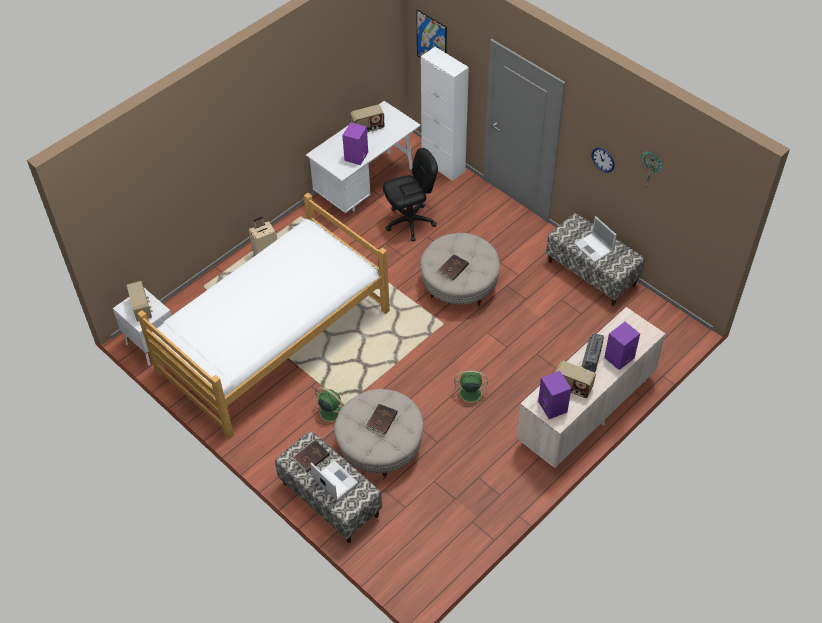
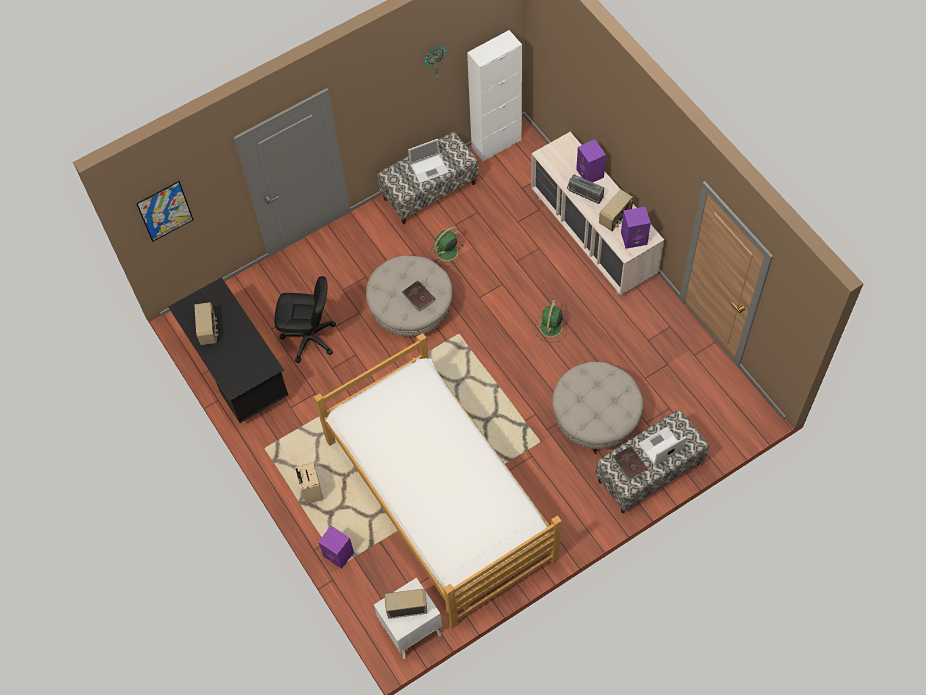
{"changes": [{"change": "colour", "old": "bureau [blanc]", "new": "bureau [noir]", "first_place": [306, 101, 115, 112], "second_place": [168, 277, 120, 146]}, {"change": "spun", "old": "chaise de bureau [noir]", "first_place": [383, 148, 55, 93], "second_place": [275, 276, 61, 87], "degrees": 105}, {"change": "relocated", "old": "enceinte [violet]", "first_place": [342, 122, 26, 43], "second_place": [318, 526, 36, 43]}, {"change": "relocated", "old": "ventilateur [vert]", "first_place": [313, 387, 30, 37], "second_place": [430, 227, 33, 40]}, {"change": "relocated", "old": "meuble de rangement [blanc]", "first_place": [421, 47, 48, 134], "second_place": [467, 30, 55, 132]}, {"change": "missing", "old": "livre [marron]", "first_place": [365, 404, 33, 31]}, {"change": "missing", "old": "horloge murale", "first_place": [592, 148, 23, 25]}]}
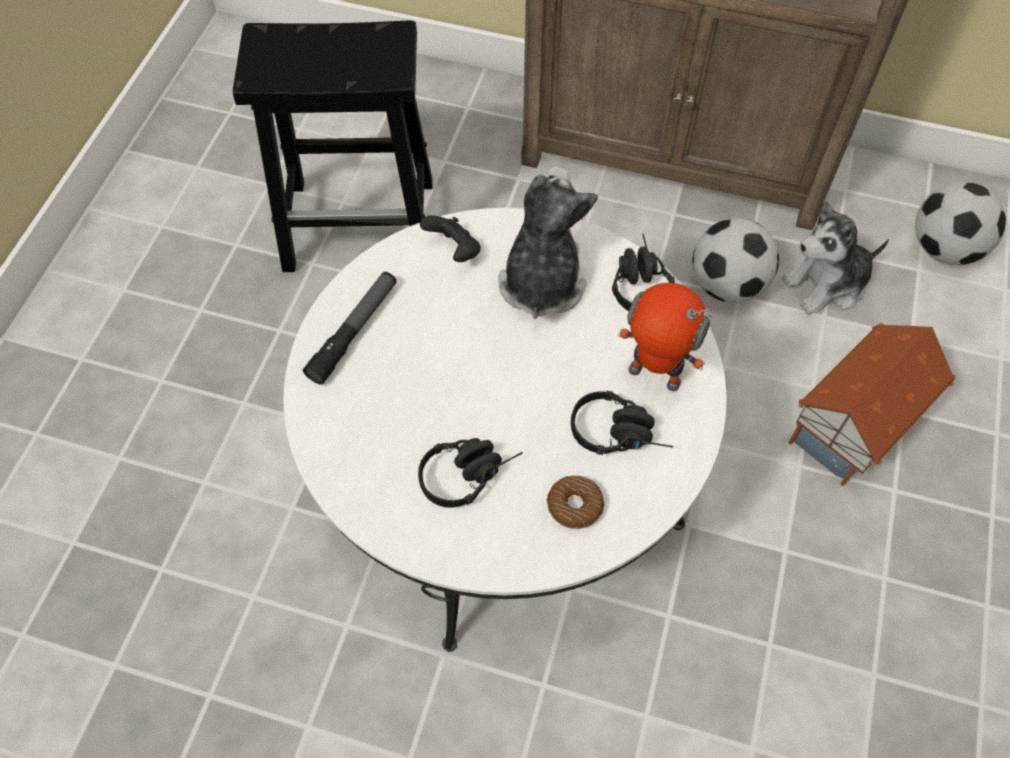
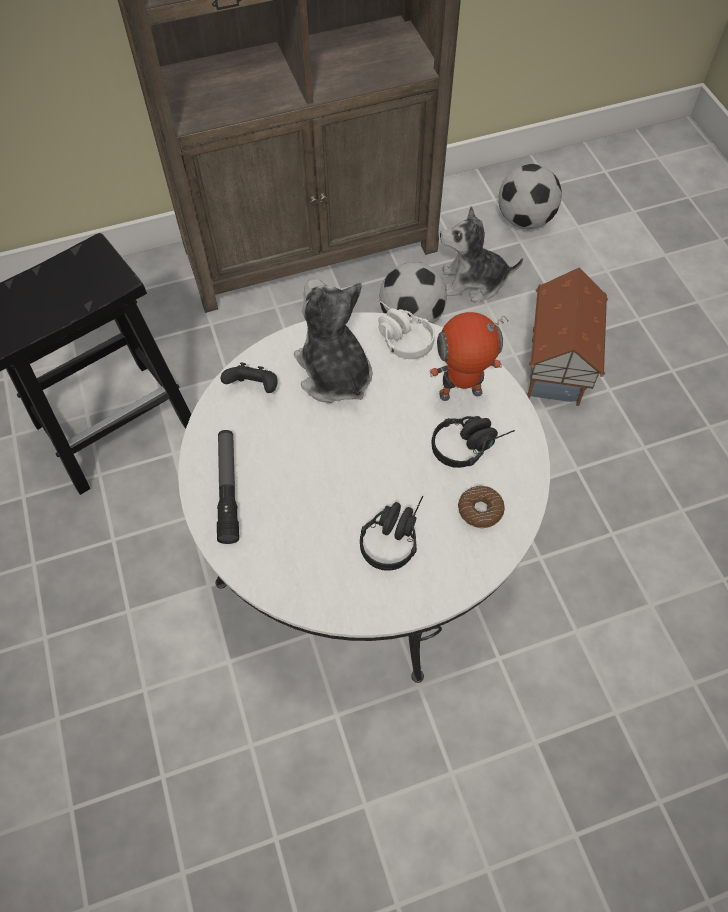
{"changes": [{"change": "colour", "old": "casque audio [noir]", "new": "casque audio [blanc]", "first_place": [612, 234, 63, 77], "second_place": [378, 301, 57, 58]}, {"change": "spun", "old": "peluche", "first_place": [782, 200, 107, 115], "second_place": [440, 206, 83, 96], "degrees": 60}]}
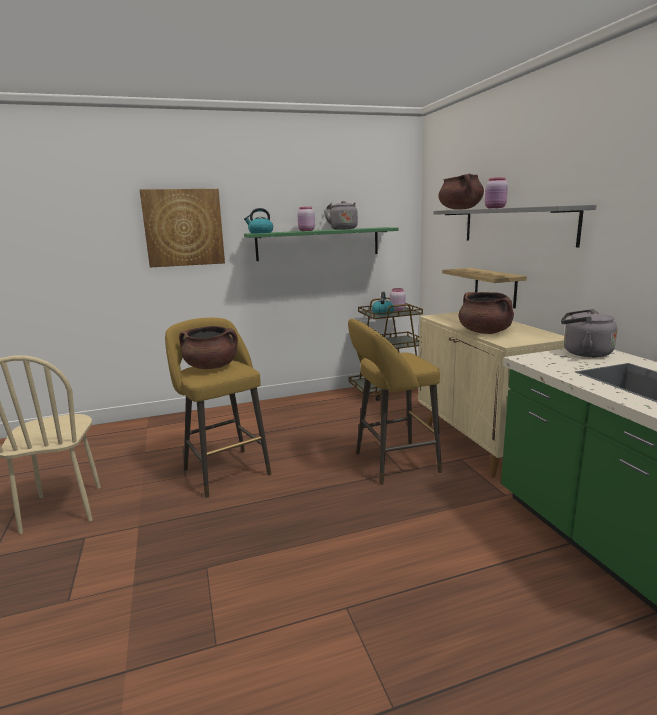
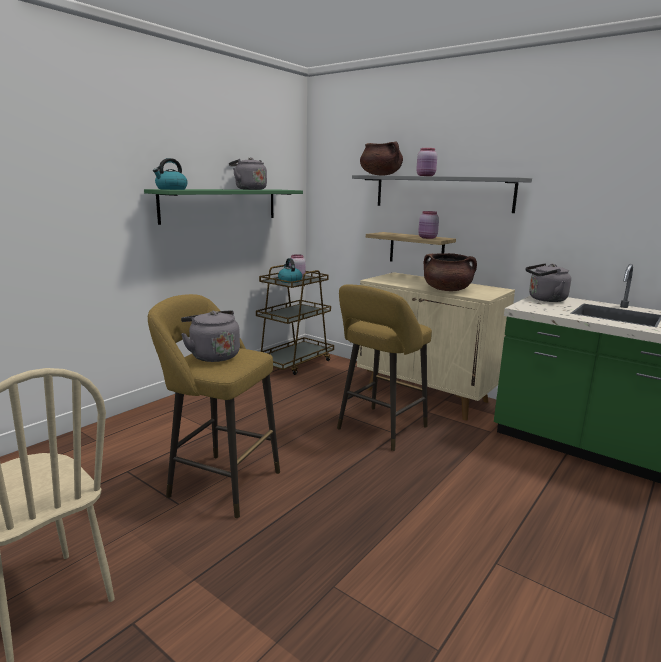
{"changes": [{"change": "exchanged", "old": "marmite [marron]", "new": "bouilloire [gris]", "first_place": [179, 326, 59, 43], "second_place": [181, 310, 59, 52]}, {"change": "relocated", "old": "bocal [rose]", "first_place": [298, 207, 17, 24], "second_place": [418, 211, 21, 28]}, {"change": "missing", "old": "tableau", "first_place": [140, 189, 85, 78]}]}
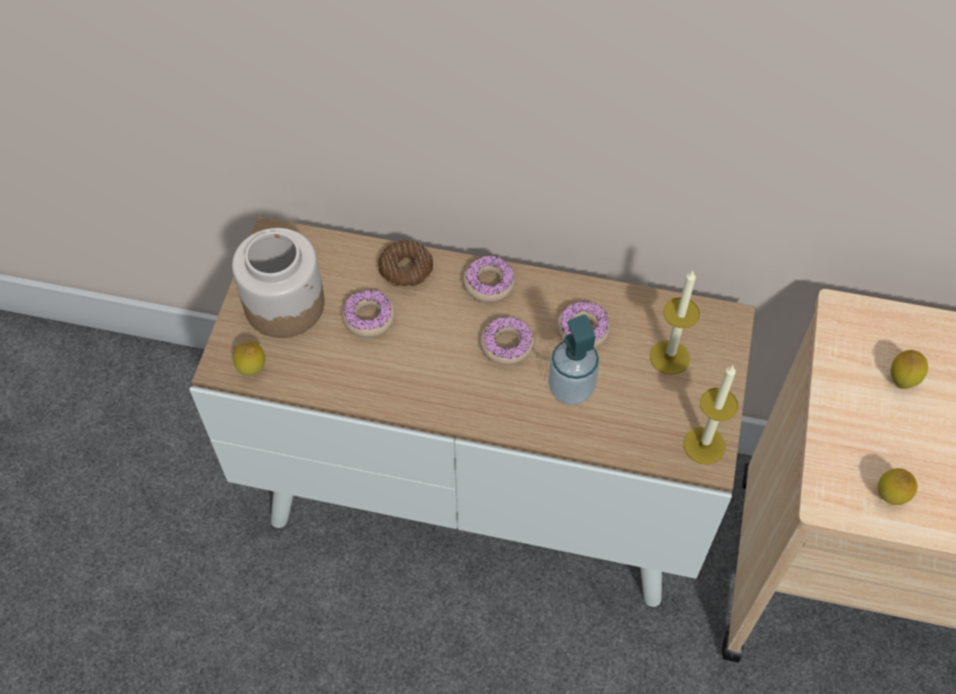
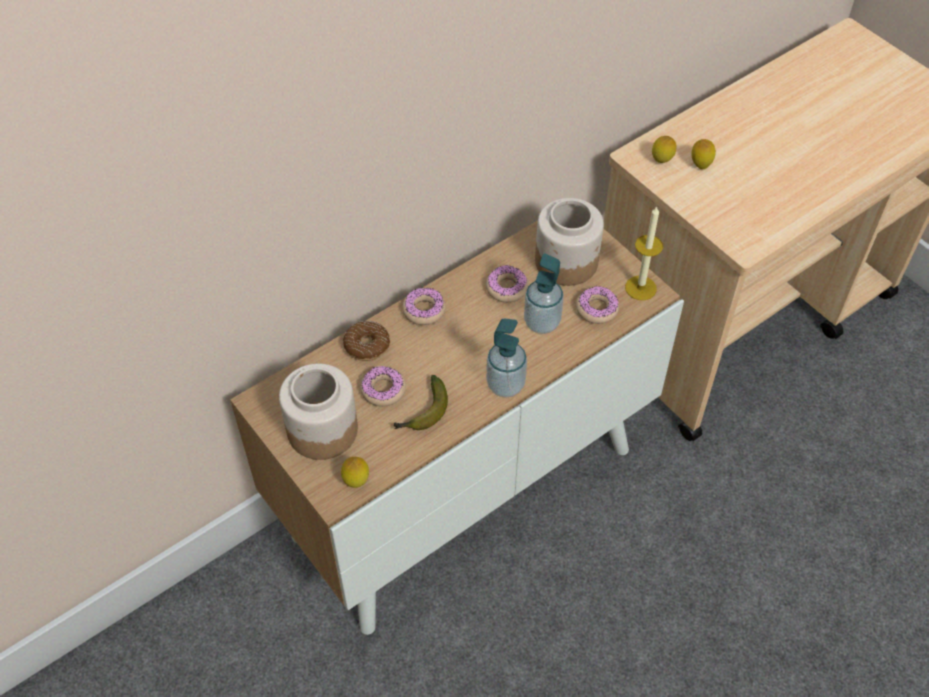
{"changes": [{"change": "appeared", "new": "banane", "second_place": [394, 375, 54, 55]}, {"change": "appeared", "new": "distributeur de savon", "second_place": [486, 319, 41, 79]}, {"change": "exchanged", "old": "bougie", "new": "bocal", "first_place": [650, 271, 50, 104], "second_place": [535, 198, 69, 88]}, {"change": "relocated", "old": "beignet", "first_place": [480, 317, 54, 48], "second_place": [576, 286, 43, 38]}, {"change": "relocated", "old": "citron", "first_place": [878, 468, 40, 37], "second_place": [652, 136, 24, 27]}]}
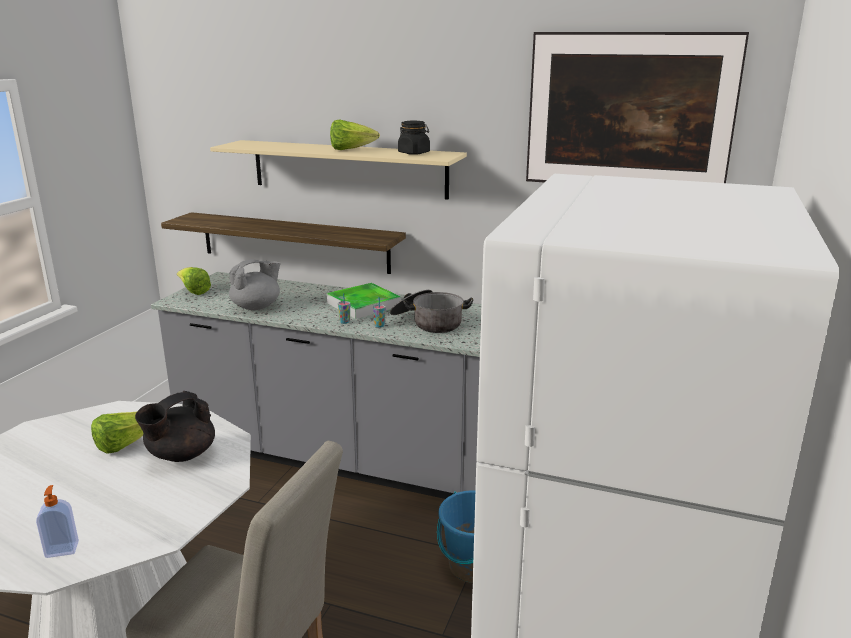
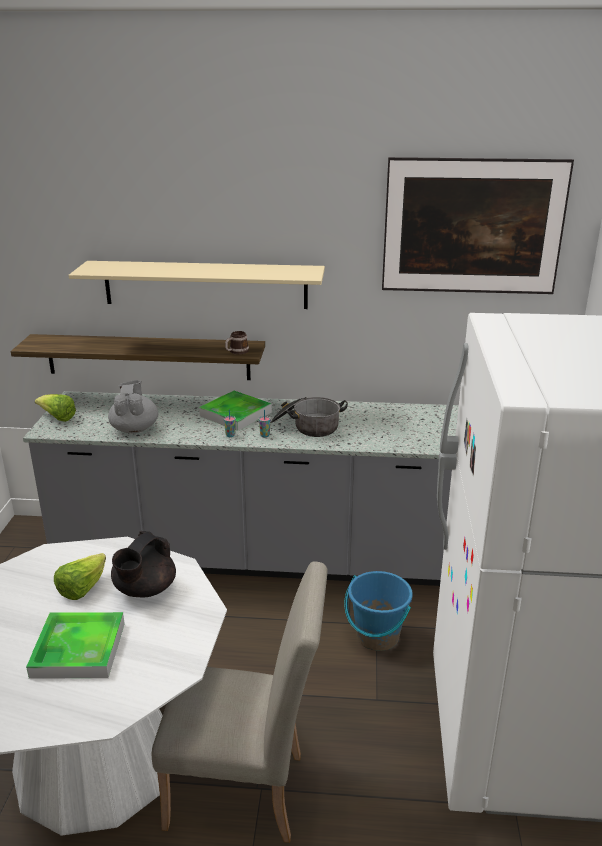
{"changes": [{"change": "appeared", "new": "plateau", "second_place": [26, 612, 99, 66]}, {"change": "spun", "old": "théière [gris]", "first_place": [229, 260, 52, 50], "second_place": [108, 380, 50, 53], "degrees": -45}, {"change": "appeared", "new": "mug", "second_place": [225, 331, 24, 24]}, {"change": "missing", "old": "distributeur de savon", "first_place": [36, 485, 43, 73]}, {"change": "missing", "old": "laitue", "first_place": [330, 119, 50, 31]}, {"change": "missing", "old": "bocal [noir]", "first_place": [398, 121, 32, 34]}]}
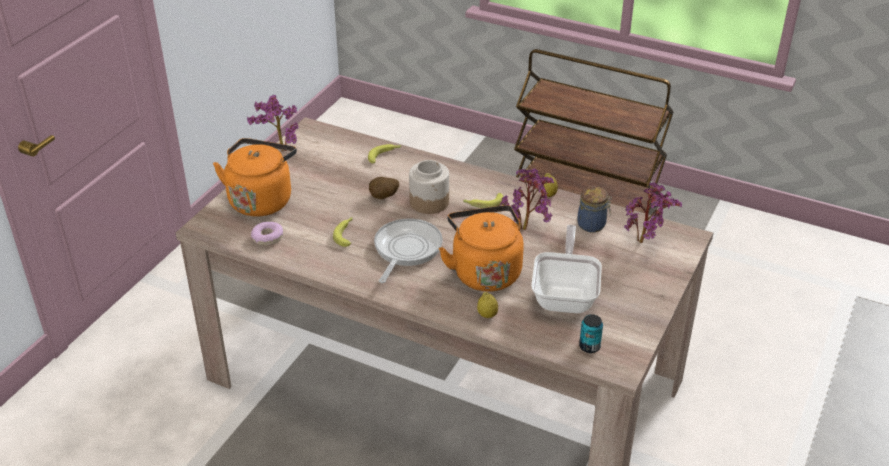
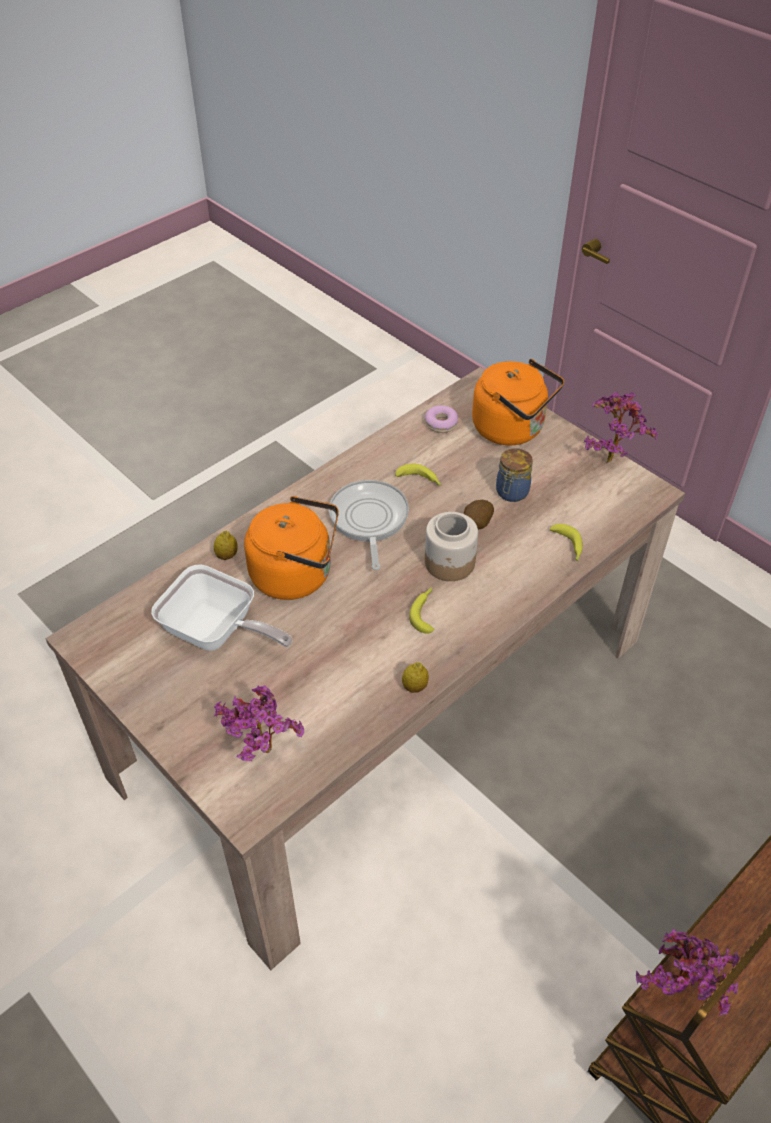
{"changes": [{"change": "spun", "old": "poêle", "first_place": [374, 218, 69, 65], "second_place": [329, 480, 80, 90], "degrees": -135}, {"change": "relocated", "old": "bocal", "first_place": [577, 187, 35, 45], "second_place": [496, 448, 37, 54]}, {"change": "relocated", "old": "plante en pot", "first_place": [500, 168, 54, 62], "second_place": [636, 929, 103, 87]}, {"change": "missing", "old": "boîte métallique", "first_place": [579, 314, 24, 39]}]}
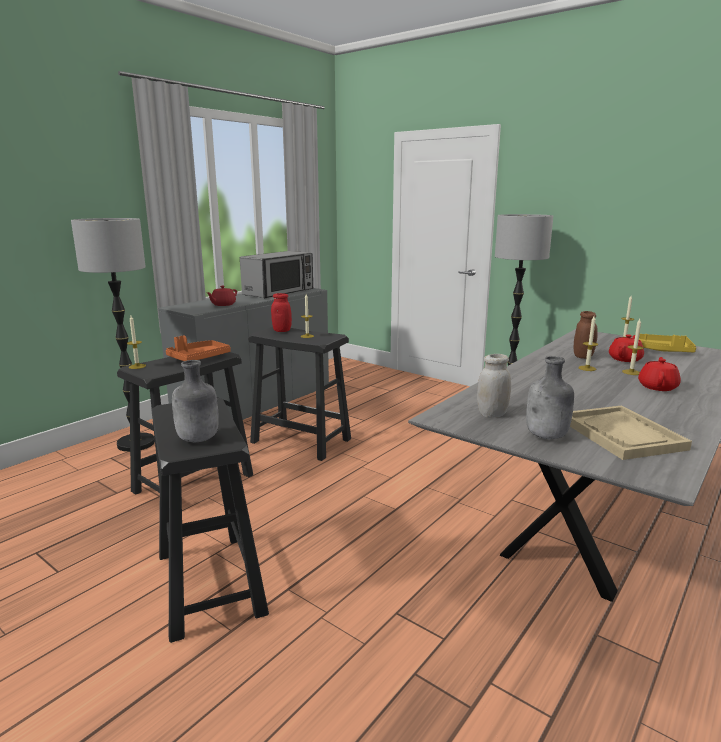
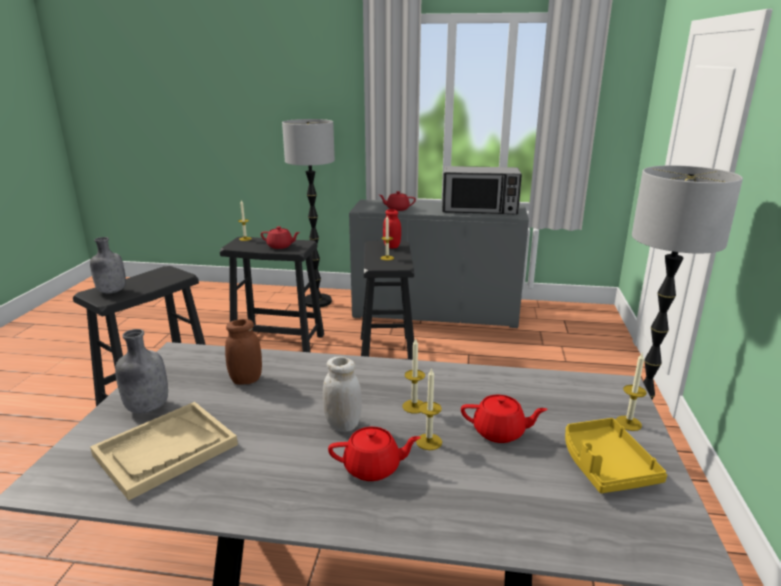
{"changes": [{"change": "relocated", "old": "bocal [marron]", "first_place": [574, 311, 24, 48], "second_place": [225, 319, 37, 66]}, {"change": "exchanged", "old": "plateau [orange]", "new": "théière [rouge]", "first_place": [166, 336, 65, 25], "second_place": [261, 226, 39, 23]}, {"change": "relocated", "old": "bocal [blanc]", "first_place": [477, 354, 34, 63], "second_place": [323, 357, 39, 75]}]}
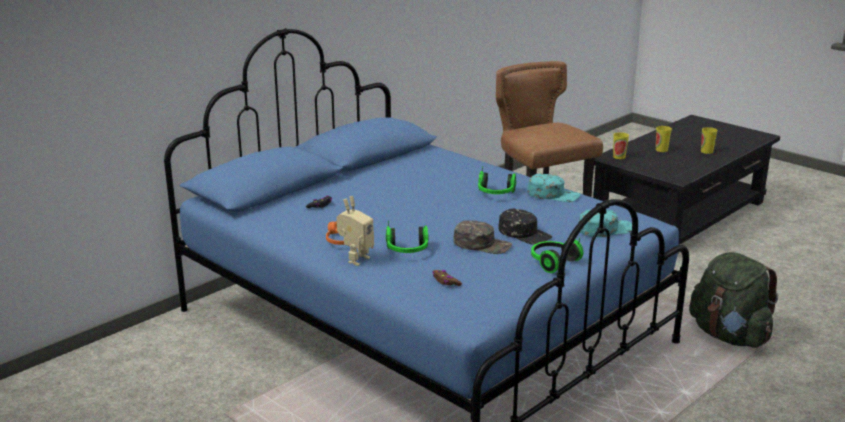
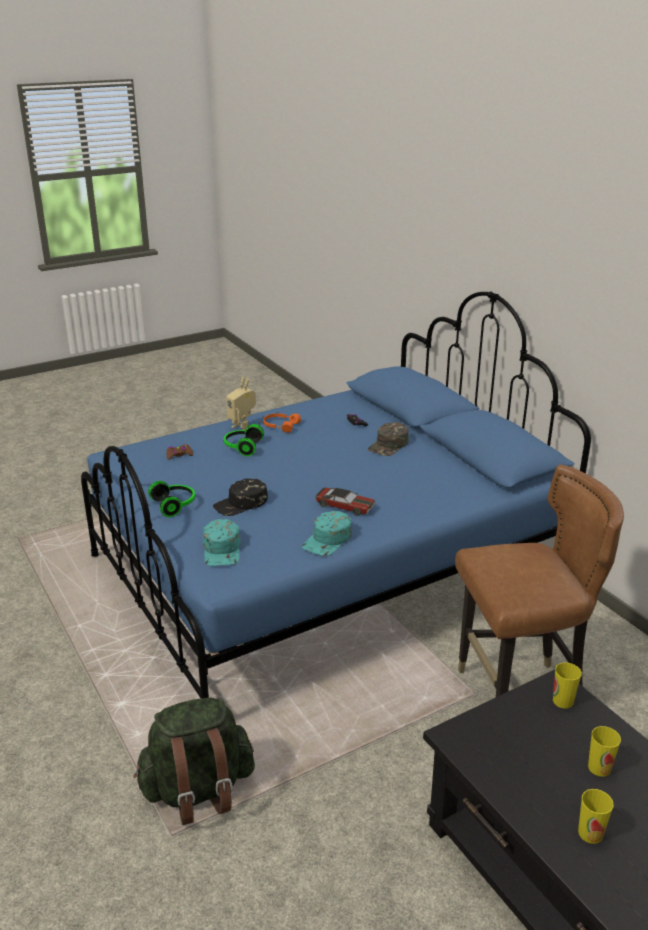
{"changes": [{"change": "exchanged", "old": "casque audio", "new": "petite voiture", "first_place": [478, 166, 38, 28], "second_place": [315, 488, 60, 28]}, {"change": "relocated", "old": "casquette [vert]", "first_place": [453, 220, 59, 34], "second_place": [368, 422, 41, 34]}]}
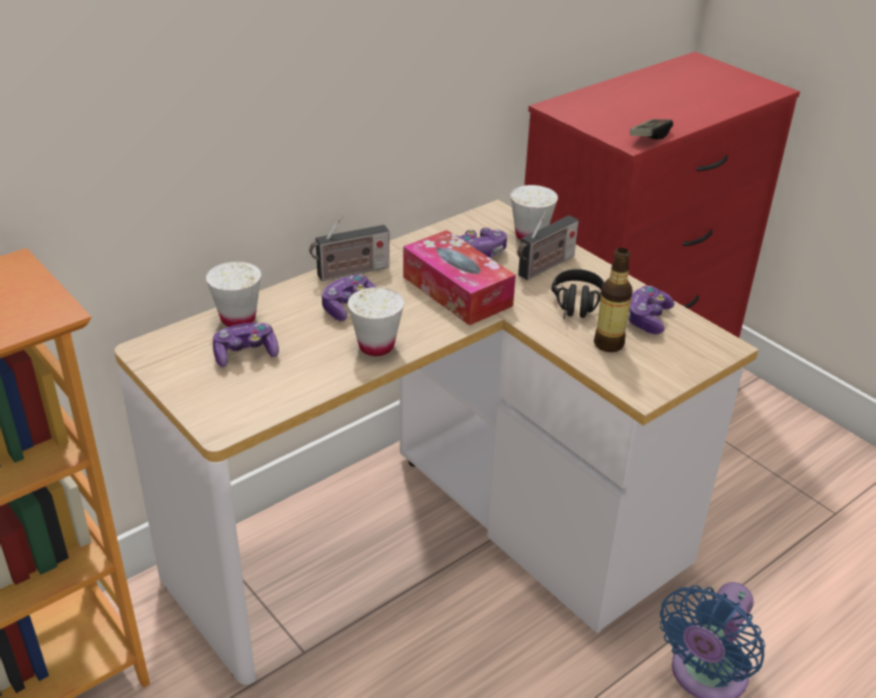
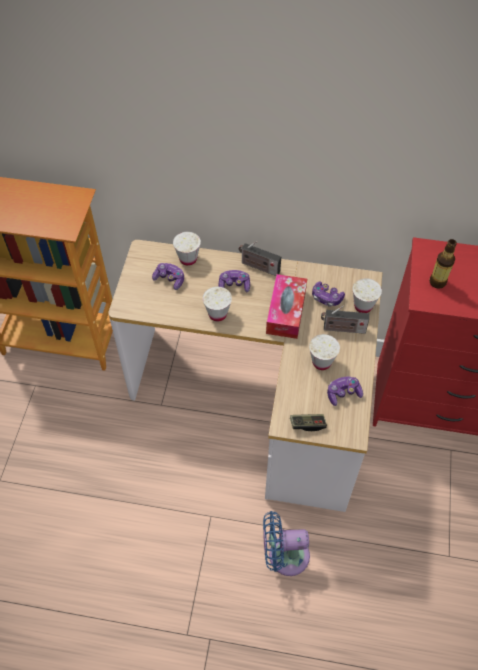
{"changes": [{"change": "relocated", "old": "manette", "first_place": [630, 119, 43, 20], "second_place": [290, 414, 37, 17]}, {"change": "exchanged", "old": "casque audio [noir]", "new": "tasse [blanc]", "first_place": [551, 269, 53, 50], "second_place": [309, 334, 31, 36]}, {"change": "relocated", "old": "bouteille", "first_place": [594, 248, 39, 104], "second_place": [429, 239, 28, 50]}]}
